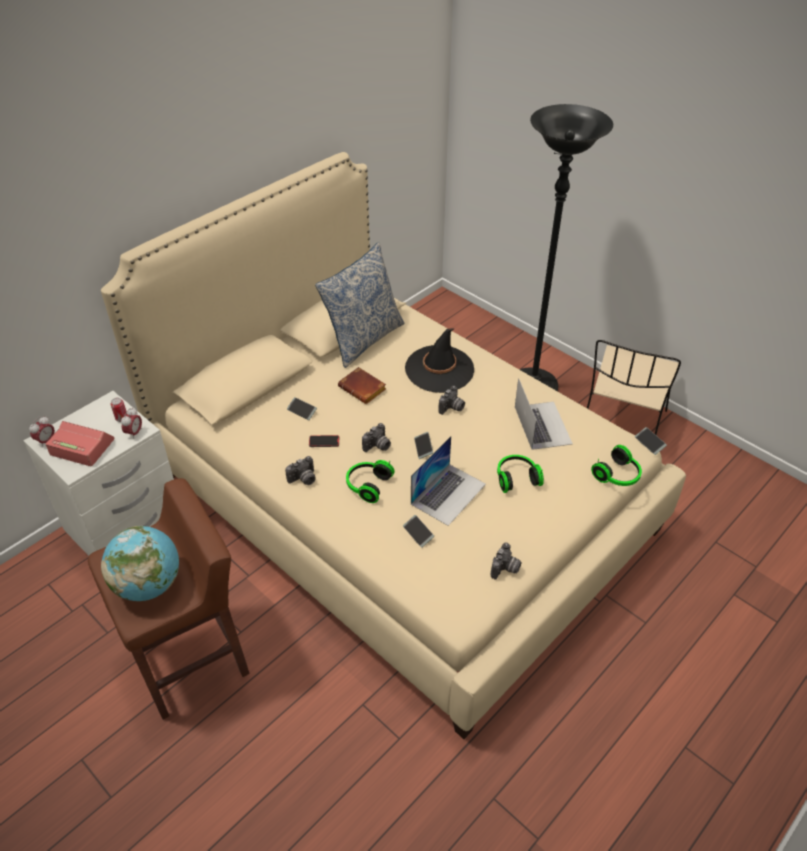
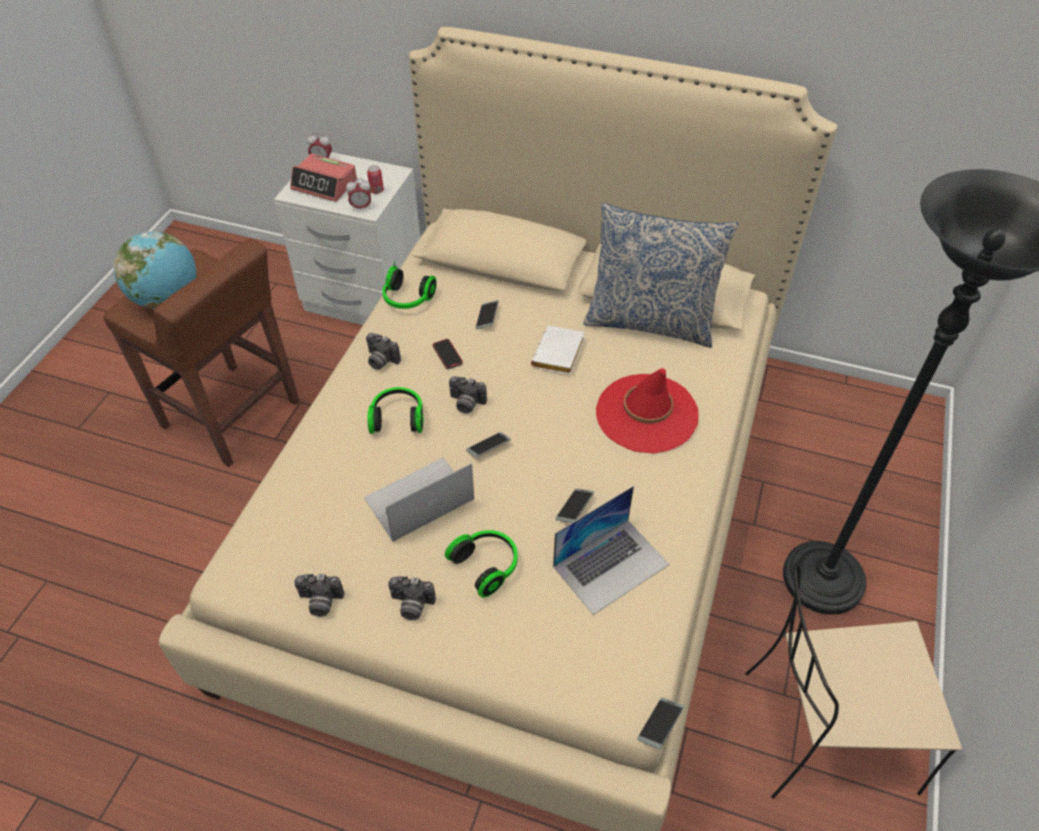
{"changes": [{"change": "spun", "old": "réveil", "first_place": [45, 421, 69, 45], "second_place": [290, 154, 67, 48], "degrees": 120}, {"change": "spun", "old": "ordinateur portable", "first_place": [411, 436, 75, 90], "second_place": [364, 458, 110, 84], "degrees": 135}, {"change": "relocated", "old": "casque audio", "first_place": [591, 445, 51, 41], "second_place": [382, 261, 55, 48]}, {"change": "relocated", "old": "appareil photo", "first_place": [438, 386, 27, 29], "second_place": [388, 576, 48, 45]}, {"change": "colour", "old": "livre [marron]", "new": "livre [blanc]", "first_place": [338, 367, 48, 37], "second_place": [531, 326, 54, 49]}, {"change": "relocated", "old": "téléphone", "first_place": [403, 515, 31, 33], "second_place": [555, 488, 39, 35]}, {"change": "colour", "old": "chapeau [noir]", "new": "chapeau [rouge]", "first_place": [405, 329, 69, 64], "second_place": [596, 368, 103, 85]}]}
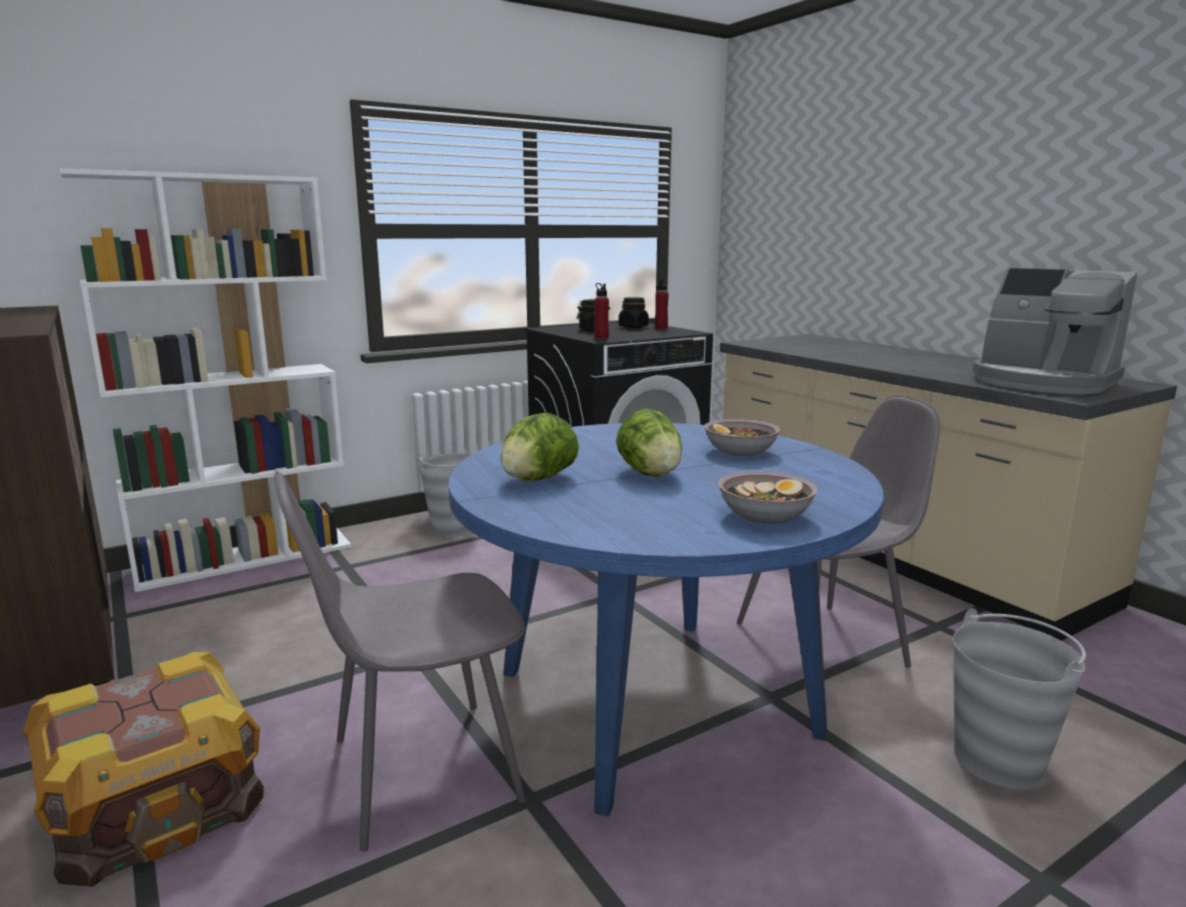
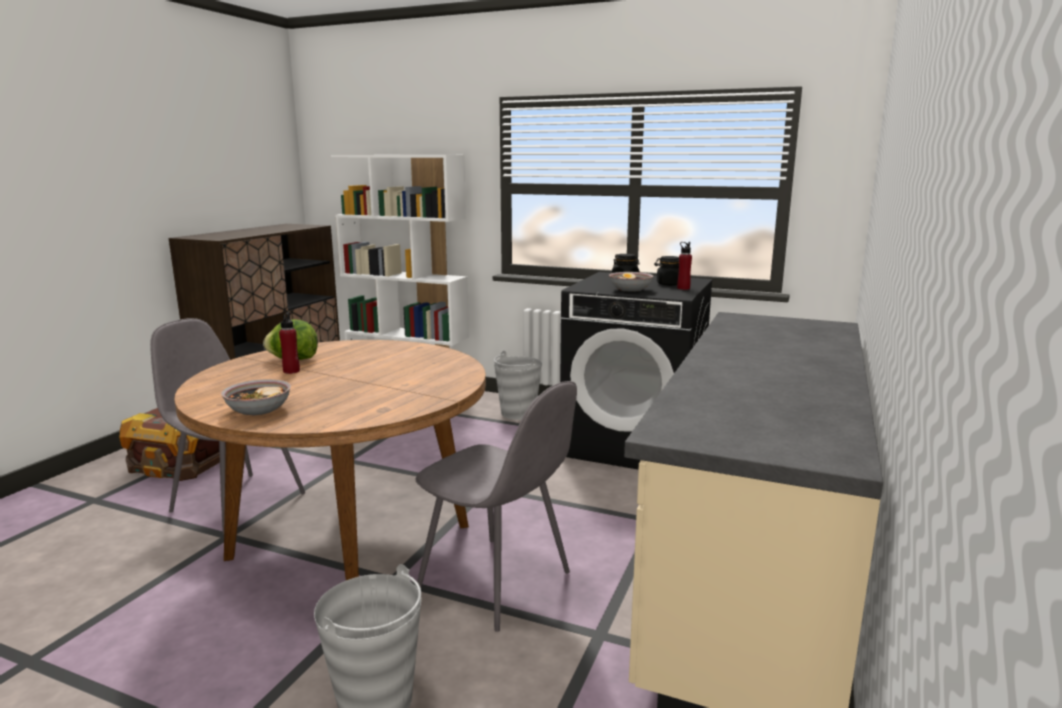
{"changes": [{"change": "colour", "old": "table à manger [bleu]", "new": "table à manger [marron]", "first_place": [448, 423, 436, 394], "second_place": [174, 340, 312, 240]}, {"change": "relocated", "old": "bouteille [rouge]", "first_place": [594, 283, 15, 56], "second_place": [279, 312, 21, 62]}, {"change": "relocated", "old": "bol", "first_place": [704, 419, 76, 37], "second_place": [609, 272, 44, 20]}, {"change": "missing", "old": "laitue", "first_place": [616, 408, 66, 69]}, {"change": "missing", "old": "machine à café", "first_place": [973, 268, 164, 127]}]}
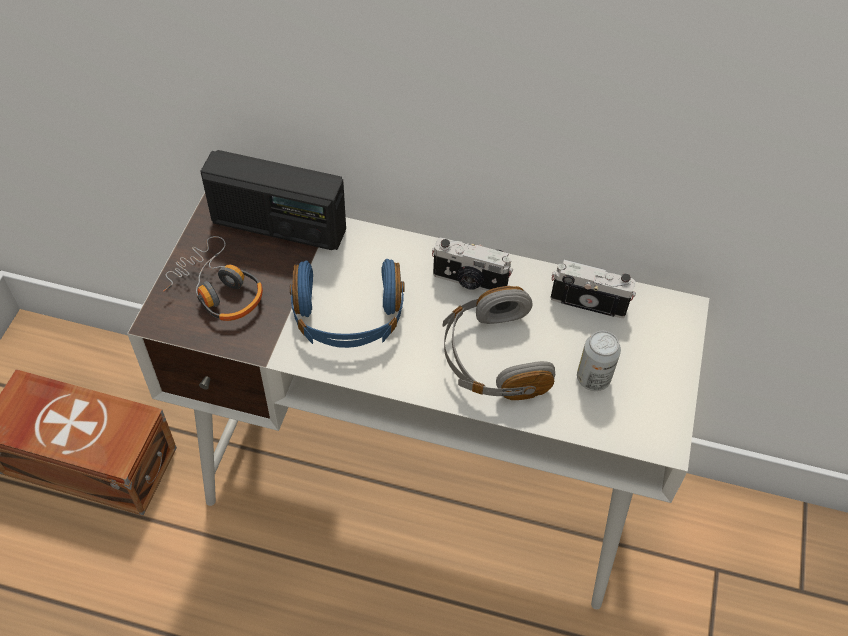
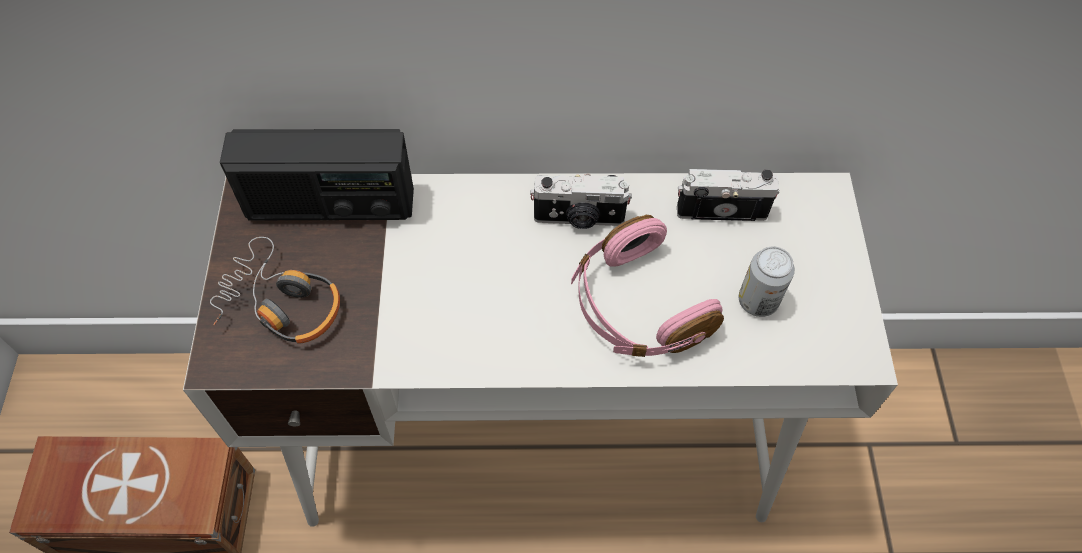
{"changes": [{"change": "colour", "old": "casque audio [gris]", "new": "casque audio [rose]", "first_place": [442, 286, 113, 114], "second_place": [571, 215, 153, 142]}, {"change": "missing", "old": "casque audio [bleu]", "first_place": [290, 259, 115, 89]}]}
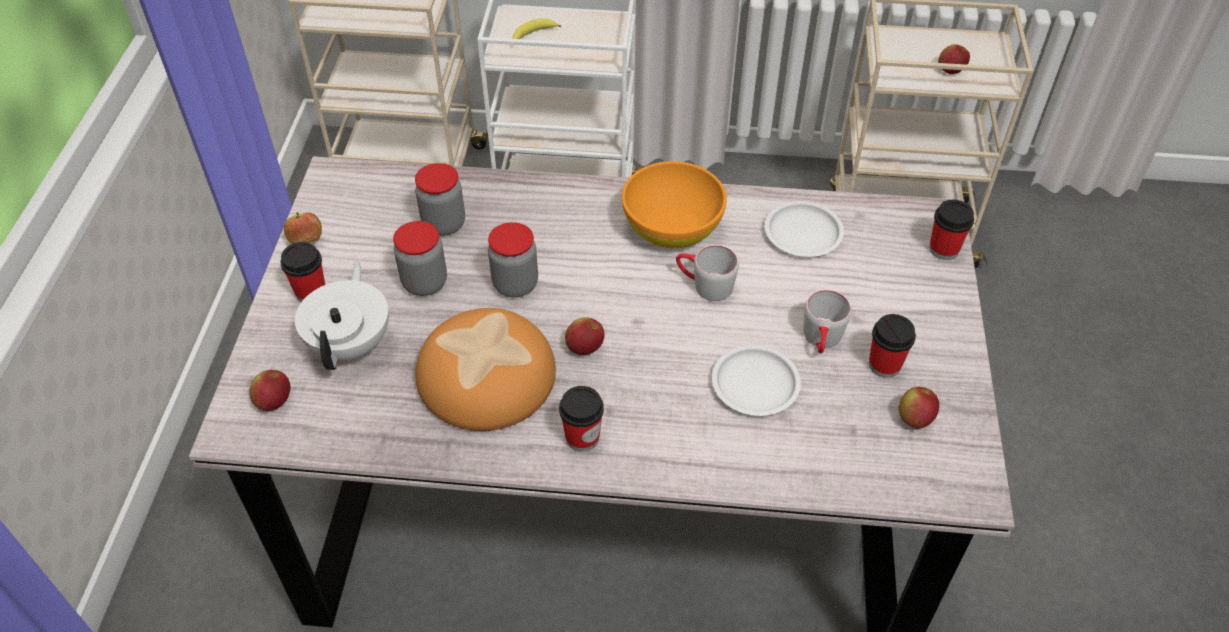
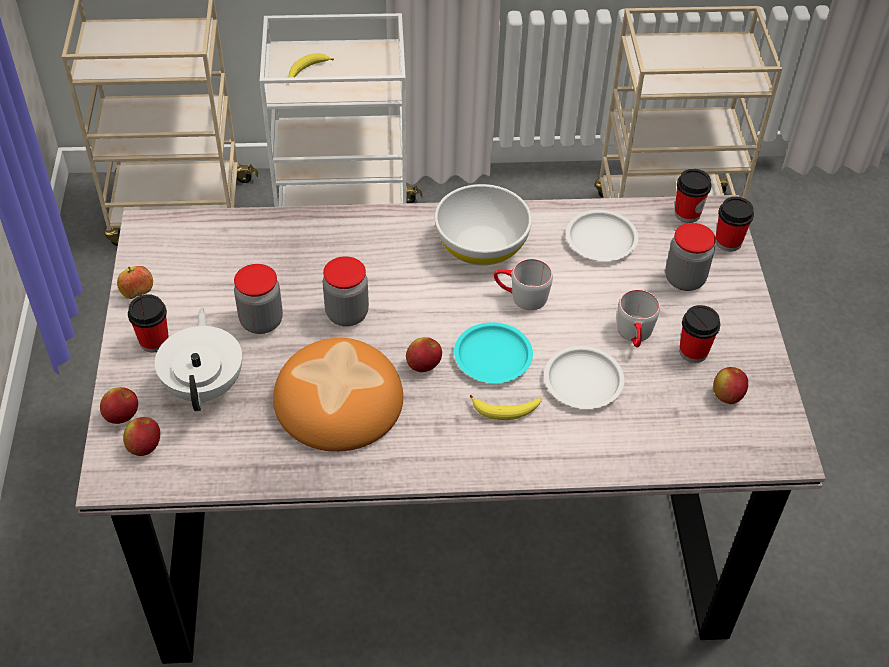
{"changes": [{"change": "relocated", "old": "pomme", "first_place": [938, 44, 32, 30], "second_place": [100, 387, 38, 37]}, {"change": "colour", "old": "bol [orange]", "new": "bol [blanc]", "first_place": [622, 161, 105, 87], "second_place": [434, 184, 98, 82]}, {"change": "appeared", "new": "assiette [turquoise]", "second_place": [454, 322, 79, 61]}, {"change": "appeared", "new": "banane", "second_place": [470, 395, 72, 25]}, {"change": "relocated", "old": "bocal", "first_place": [415, 163, 50, 73], "second_place": [665, 223, 51, 68]}, {"change": "relocated", "old": "tasse", "first_place": [559, 386, 45, 66], "second_place": [675, 169, 37, 54]}]}
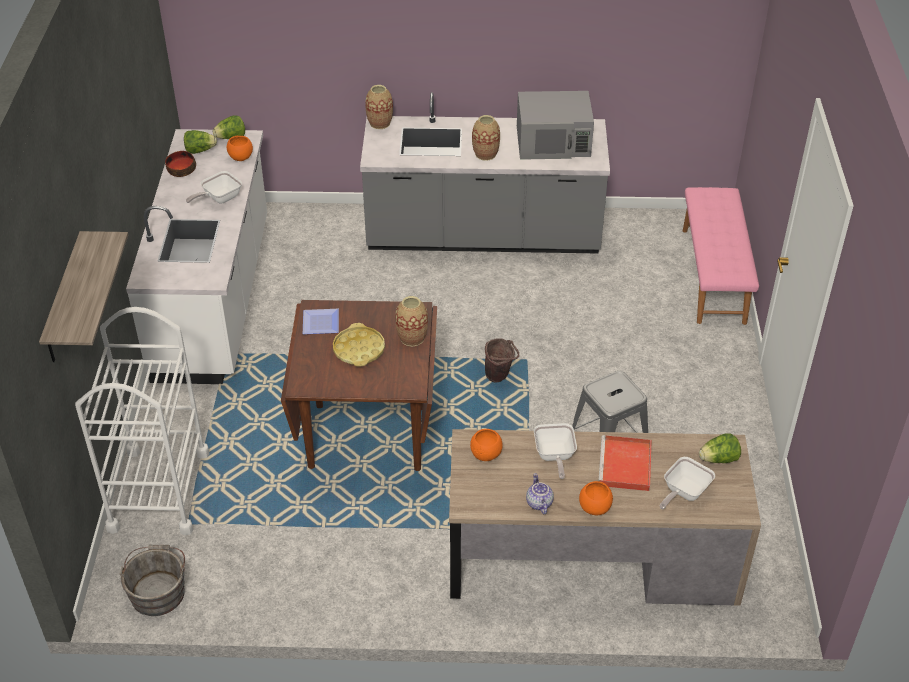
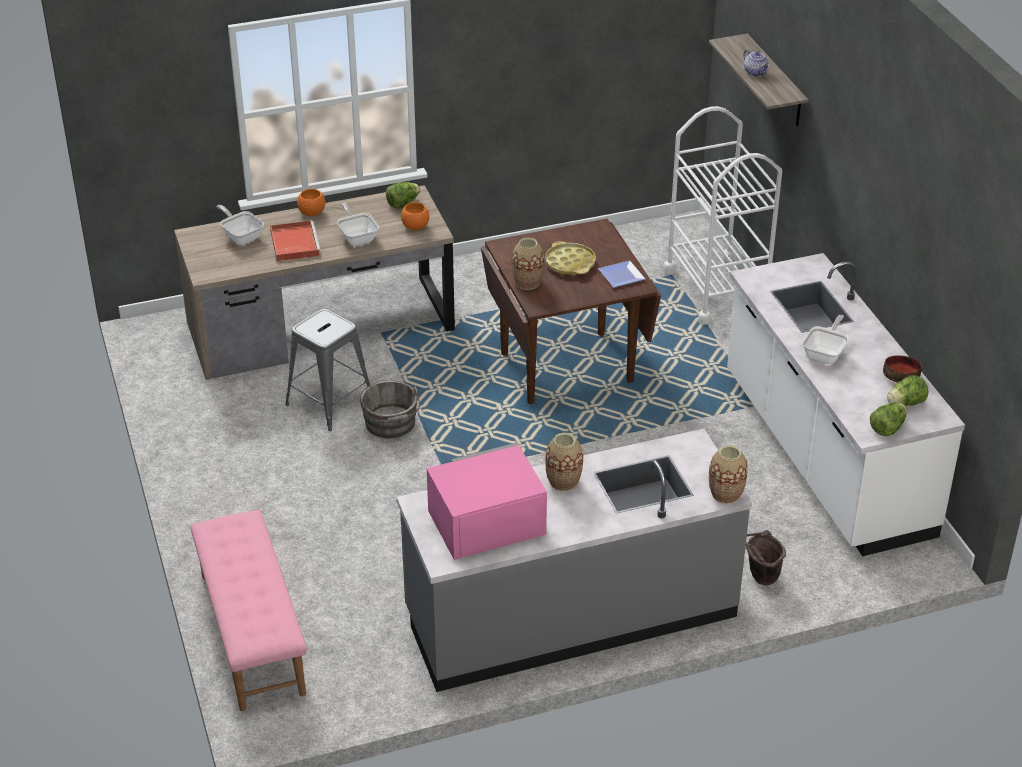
{"changes": [{"change": "spun", "old": "poêle", "first_place": [660, 457, 55, 52], "second_place": [216, 205, 48, 40], "degrees": -60}, {"change": "relocated", "old": "seau [gris]", "first_place": [120, 545, 65, 71], "second_place": [360, 380, 60, 58]}, {"change": "relocated", "old": "laitue", "first_place": [699, 433, 42, 30], "second_place": [386, 182, 34, 27]}, {"change": "colour", "old": "micro-ondes [gris]", "new": "micro-ondes [rose]", "first_place": [517, 91, 77, 69], "second_place": [427, 443, 120, 117]}, {"change": "relocated", "old": "théière", "first_place": [526, 473, 28, 41], "second_place": [744, 49, 26, 27]}, {"change": "relocated", "old": "seau [marron]", "first_place": [485, 338, 34, 45], "second_place": [746, 530, 40, 55]}, {"change": "missing", "old": "bol [orange]", "first_place": [227, 136, 26, 25]}]}
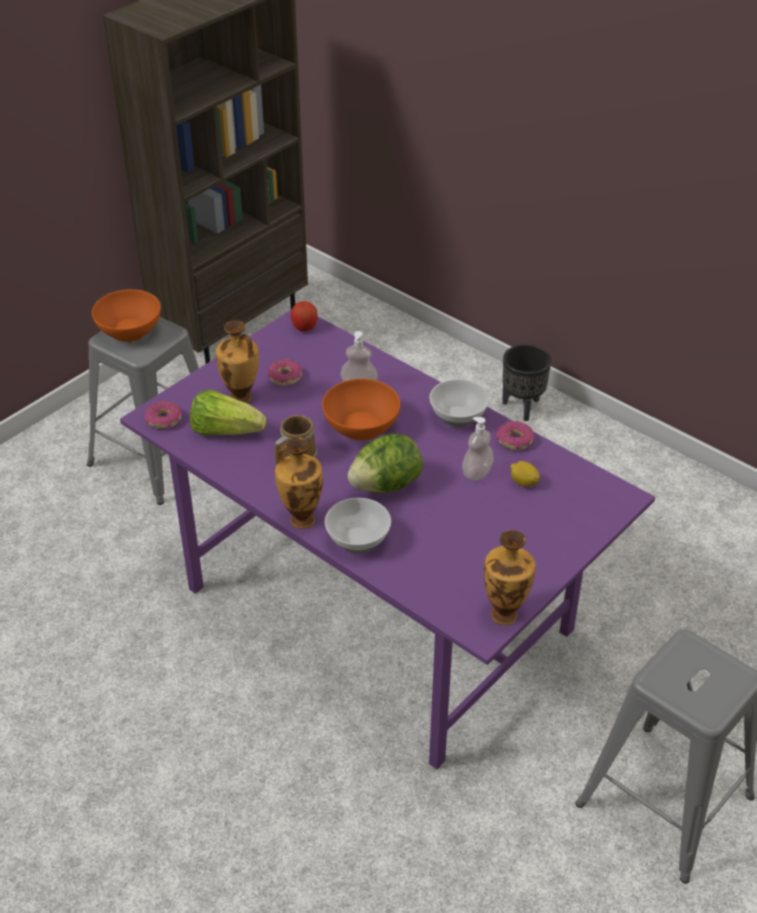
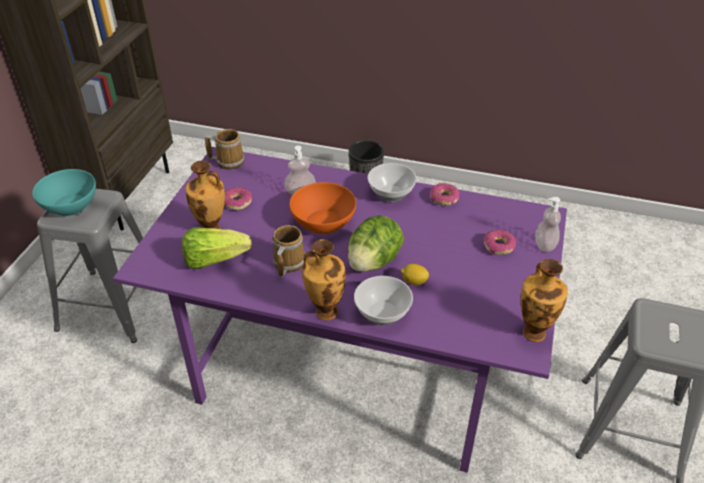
{"changes": [{"change": "colour", "old": "bol [orange]", "new": "bol [turquoise]", "first_place": [92, 289, 69, 53], "second_place": [32, 169, 64, 47]}, {"change": "exchanged", "old": "pomme", "new": "mug", "first_place": [290, 301, 28, 31], "second_place": [205, 129, 39, 41]}, {"change": "relocated", "old": "citron", "first_place": [510, 461, 30, 26], "second_place": [401, 264, 28, 21]}, {"change": "relocated", "old": "beignet", "first_place": [145, 401, 37, 28], "second_place": [483, 230, 33, 25]}, {"change": "relocated", "old": "distributeur de savon", "first_place": [462, 417, 32, 64], "second_place": [535, 197, 26, 55]}]}
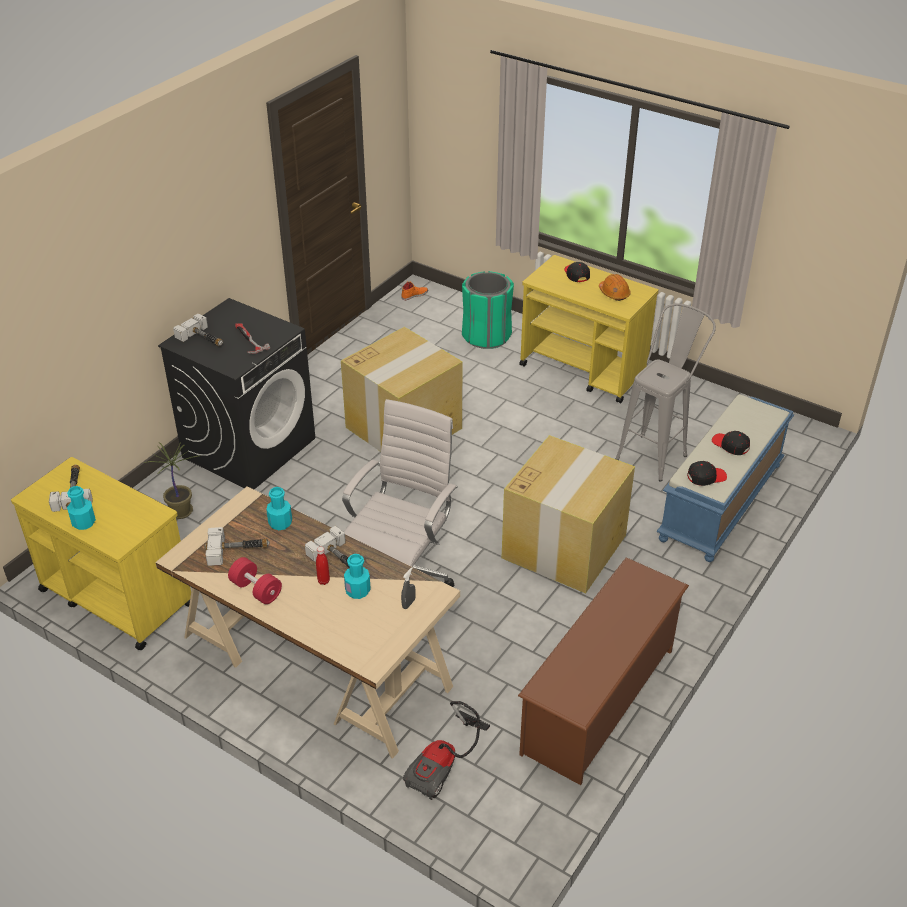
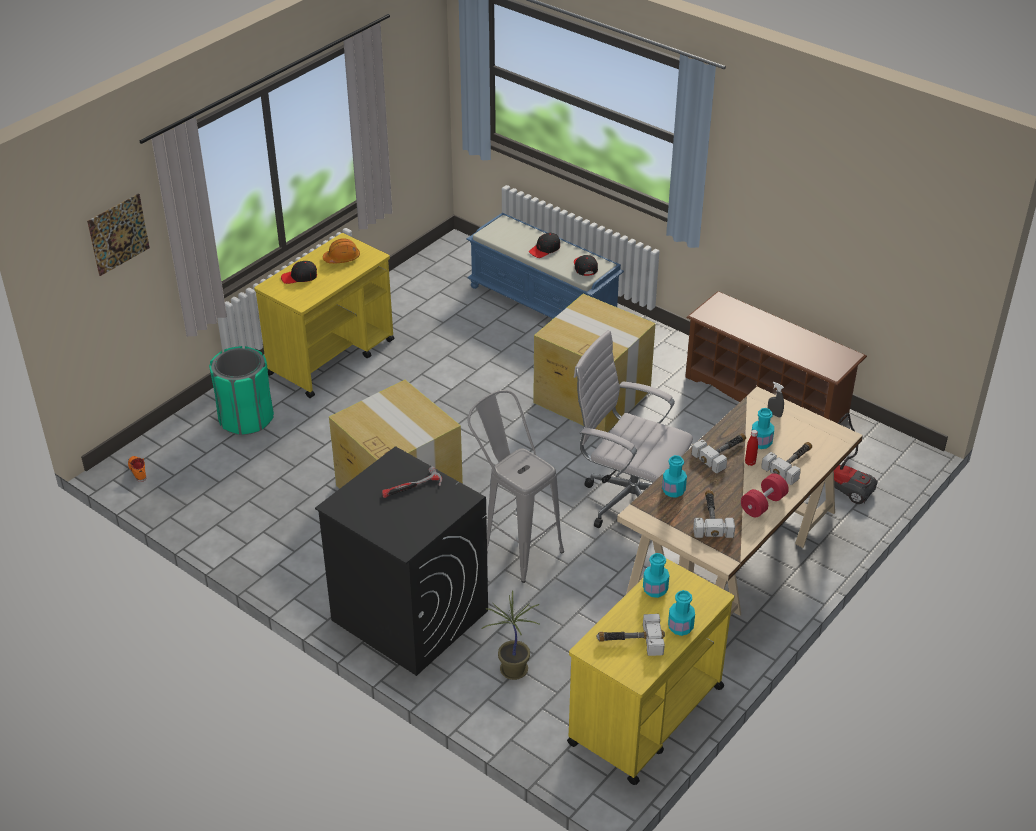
{"changes": [{"change": "appeared", "new": "tableau", "second_place": [87, 193, 63, 83]}, {"change": "relocated", "old": "tabouret [gris]", "first_place": [616, 303, 100, 179], "second_place": [468, 390, 96, 193]}, {"change": "appeared", "new": "bouteille [turquoise]", "second_place": [643, 553, 27, 45]}, {"change": "relocated", "old": "marteau", "first_place": [173, 313, 50, 33], "second_place": [761, 442, 51, 43]}]}
